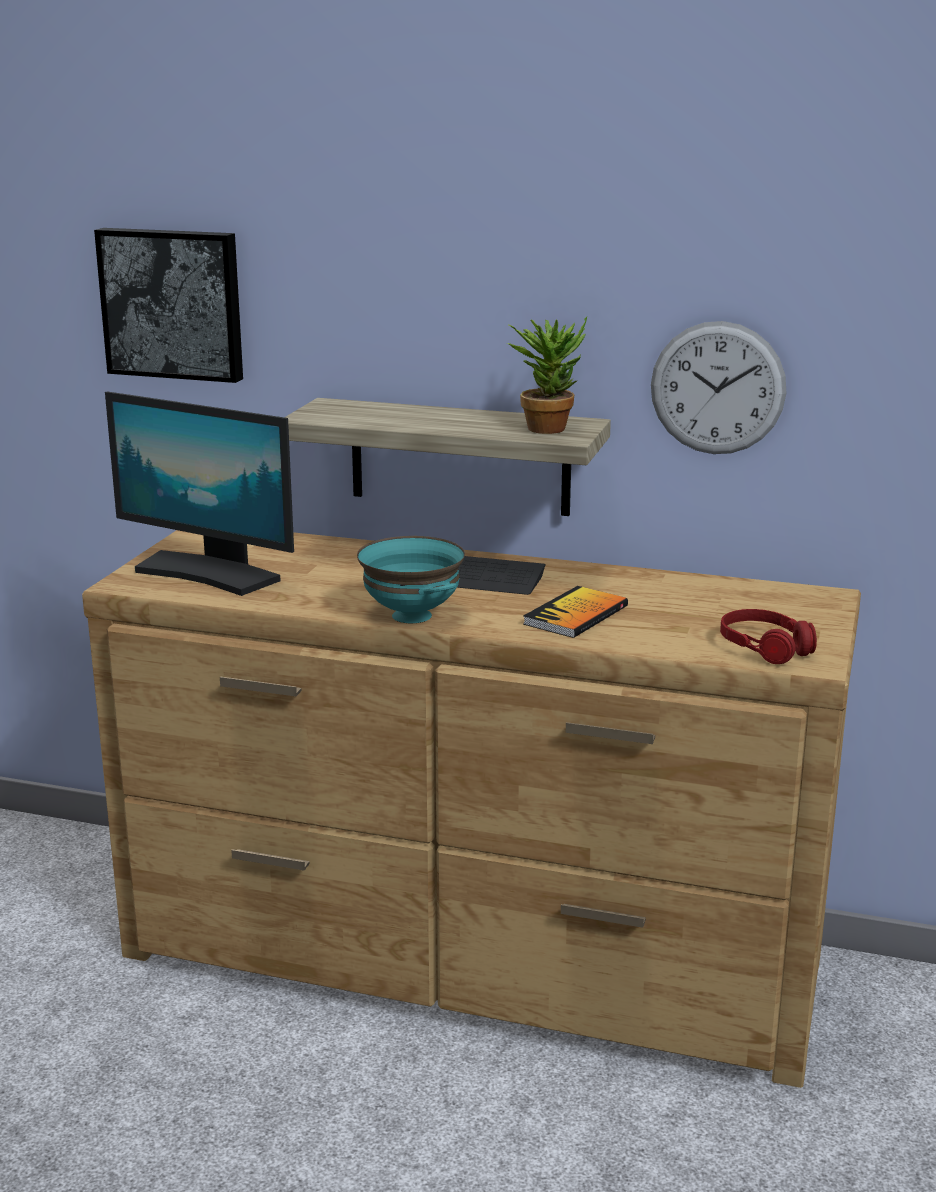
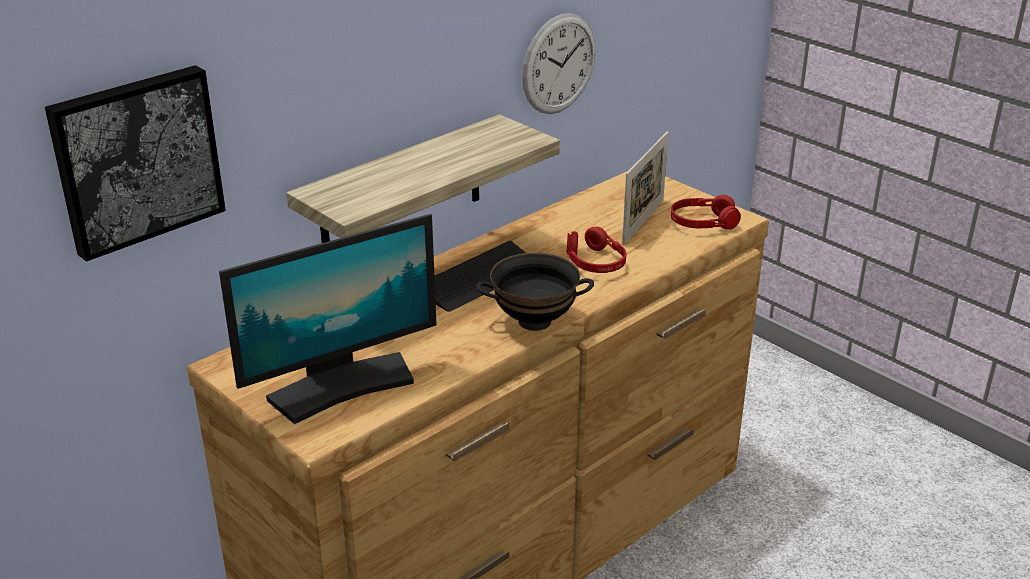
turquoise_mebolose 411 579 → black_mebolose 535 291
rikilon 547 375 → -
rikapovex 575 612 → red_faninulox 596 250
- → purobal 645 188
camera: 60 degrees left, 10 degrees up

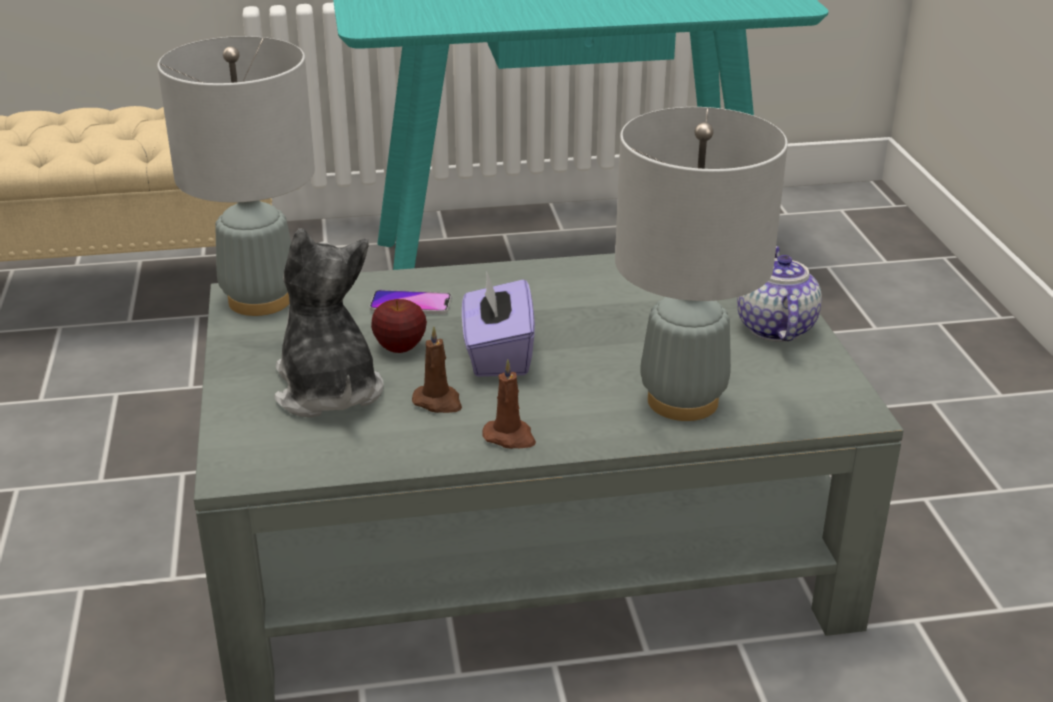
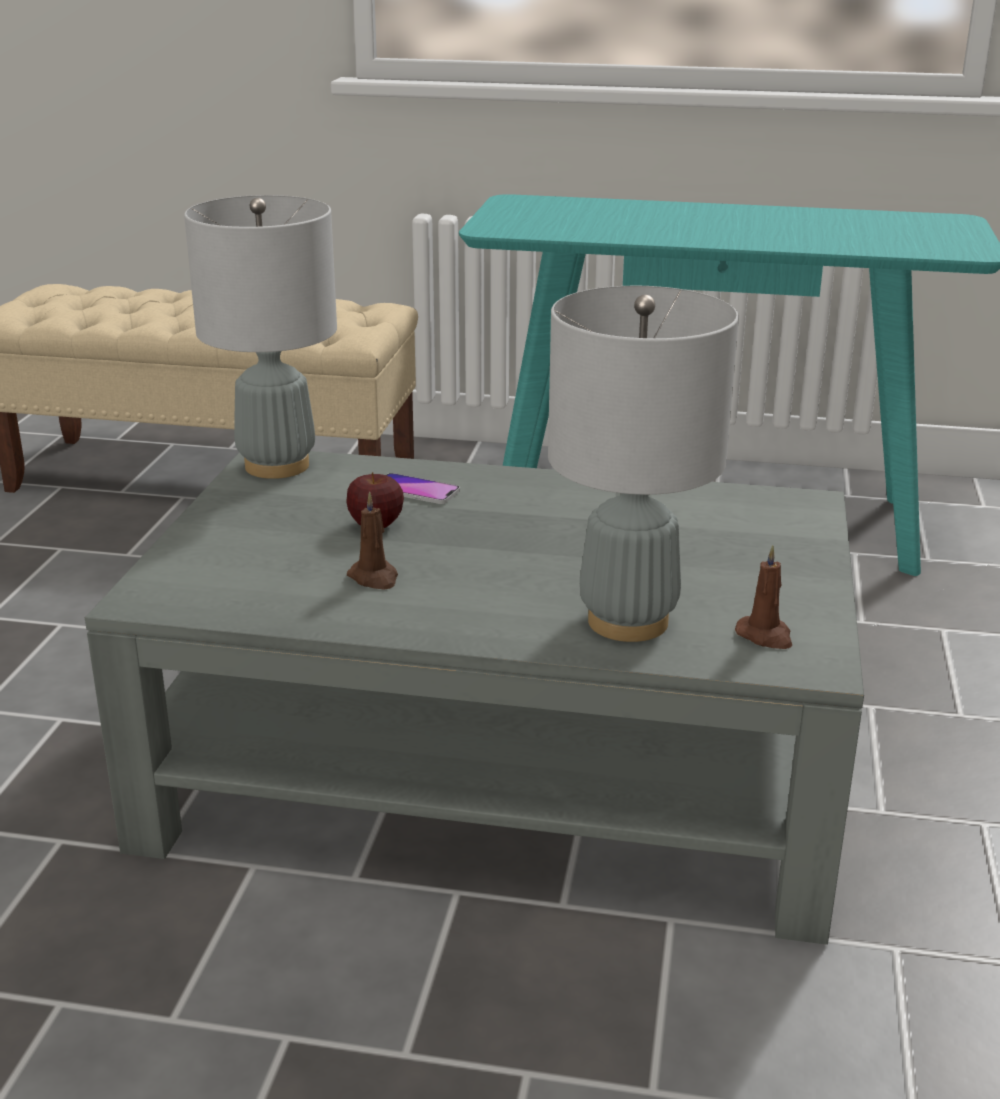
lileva 329 323 → -
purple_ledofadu 498 324 → -
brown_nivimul 509 404 → brown_nivimul 763 597, moved
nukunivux 779 294 → -
camera: 20 degrees right, 5 degrees down

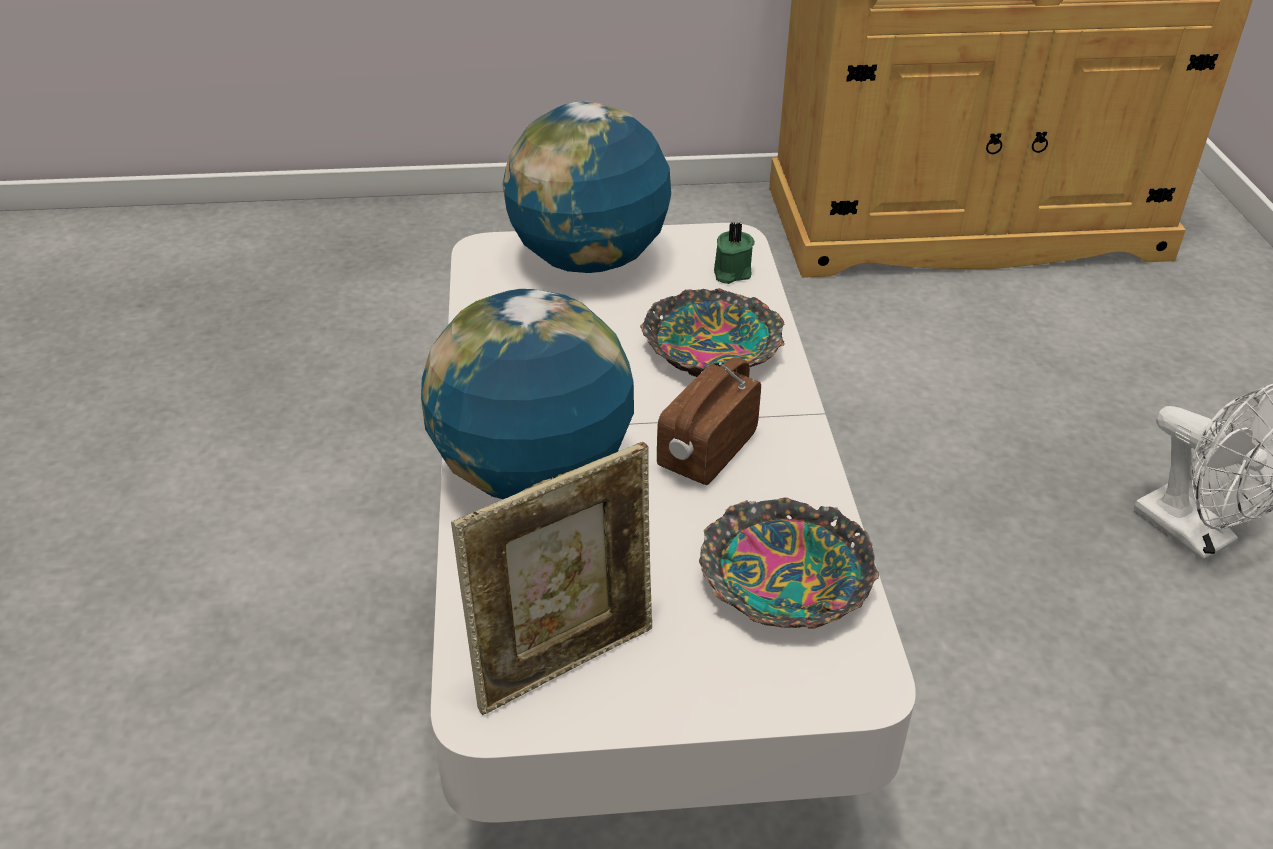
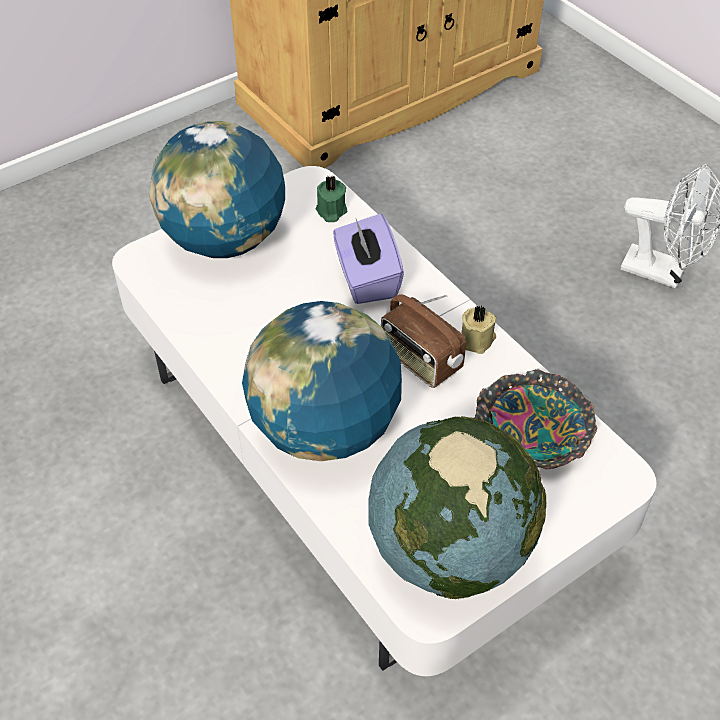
purobal 551 578 → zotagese 457 507
mebolose 712 332 → purple_ledofadu 368 259
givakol 709 421 → givakol 423 341, 45 degrees counterclockwise
- → beige_nivimul 479 330
camera: 30 degrees left, 10 degrees up

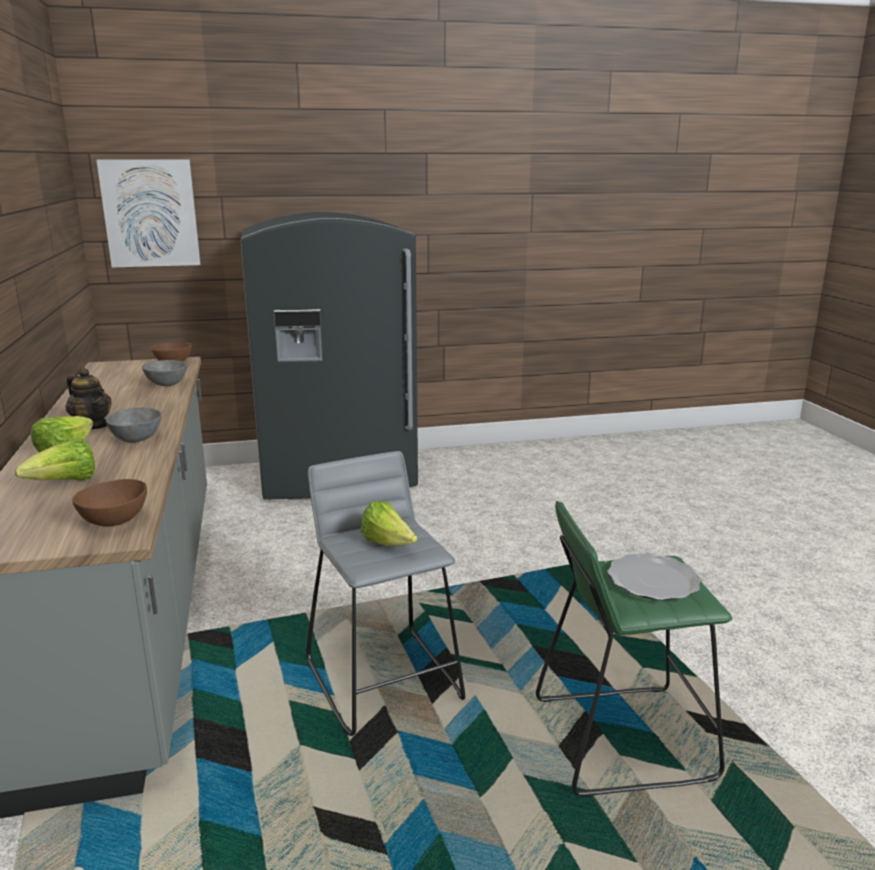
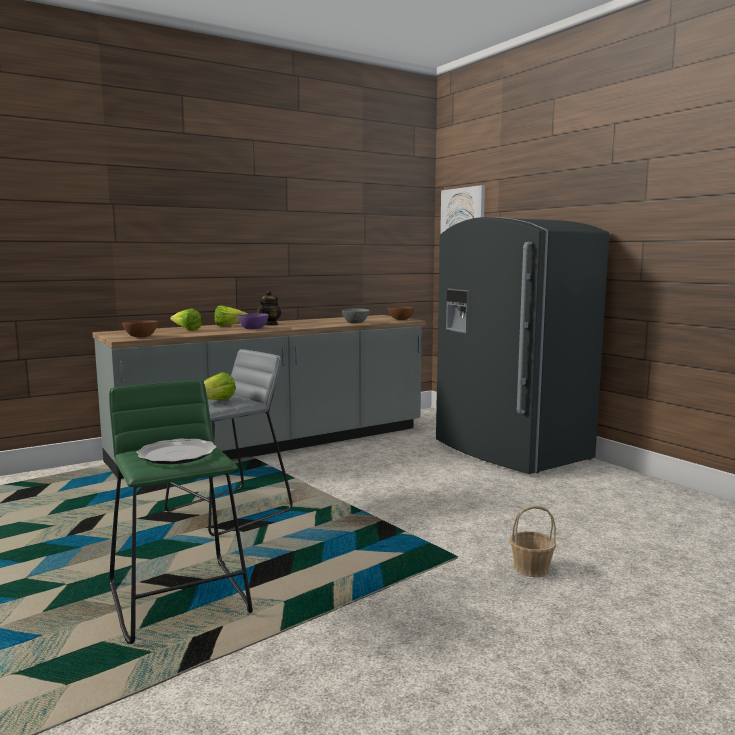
grey_mebolose 134 425 → purple_mebolose 253 321
- → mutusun 533 541
camera: 70 degrees right, 10 degrees down

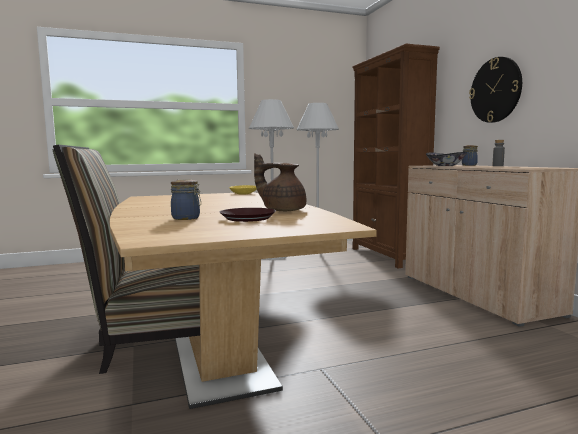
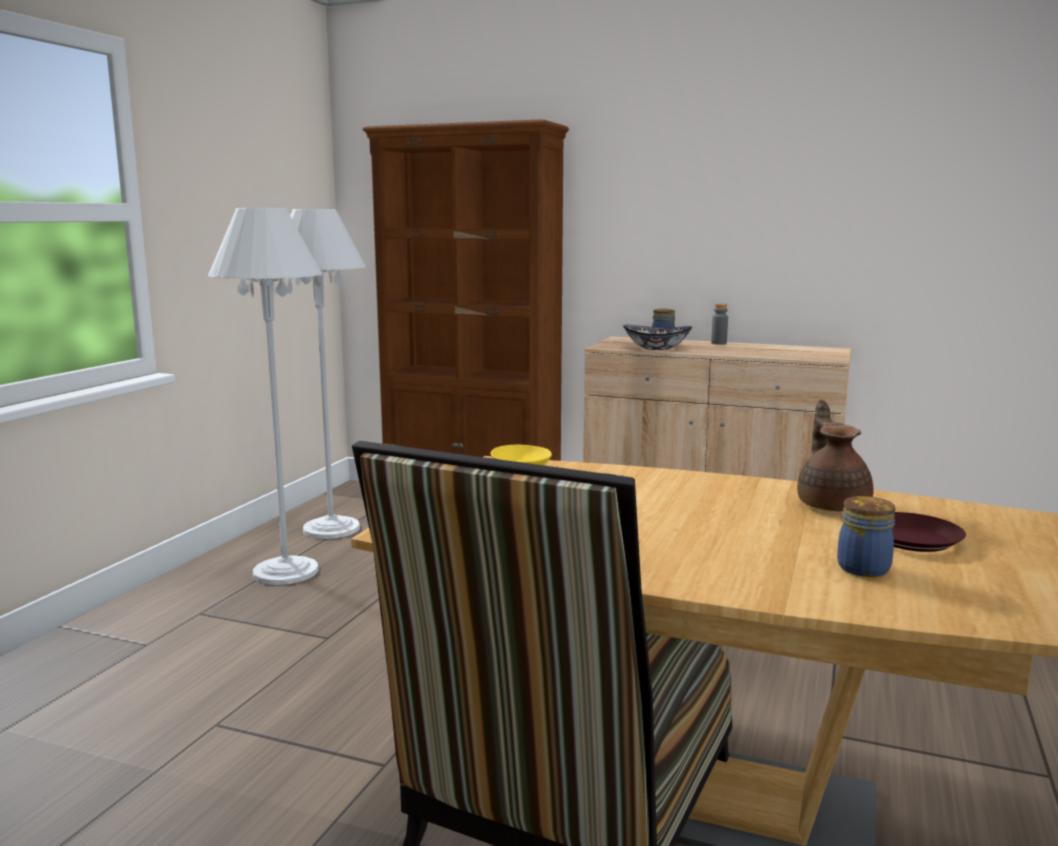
brown_nukunivux 280 182 → brown_nukunivux 835 455, 120 degrees clockwise
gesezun 495 90 → -
camera: 50 degrees left, 5 degrees up

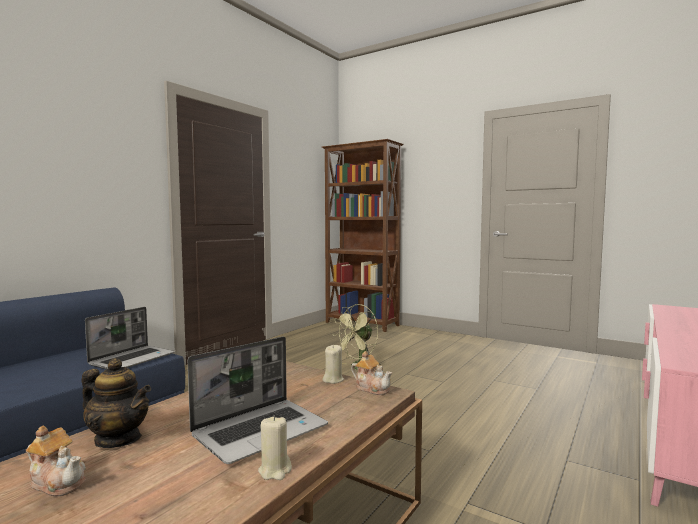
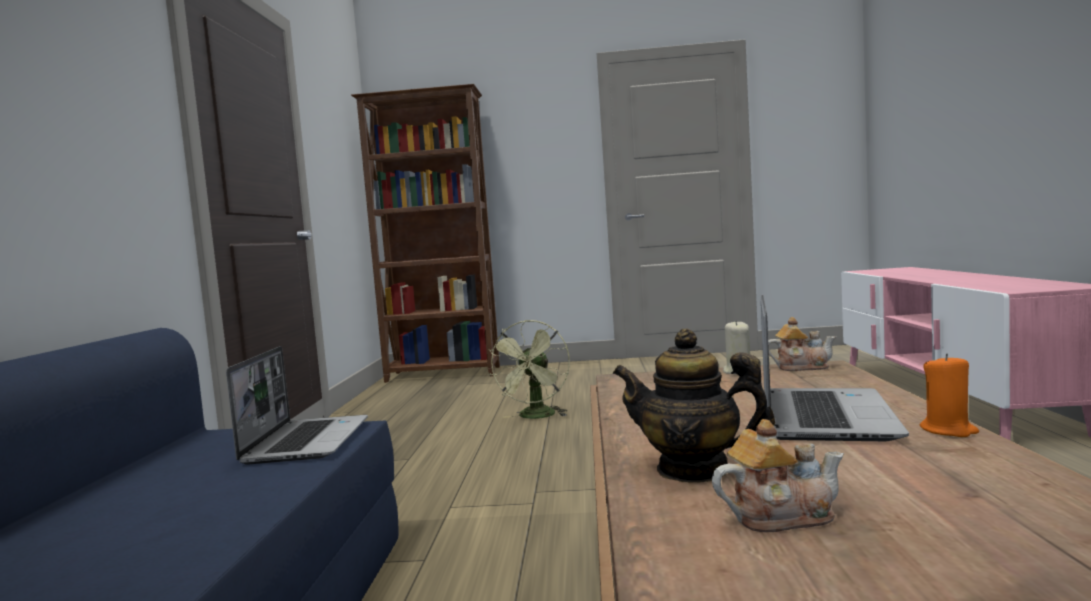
nukunivux 116 403 → nukunivux 694 406, 150 degrees counterclockwise
beige_nivimul 275 448 → orange_nivimul 949 395
camera: 30 degrees left, 0 degrees up

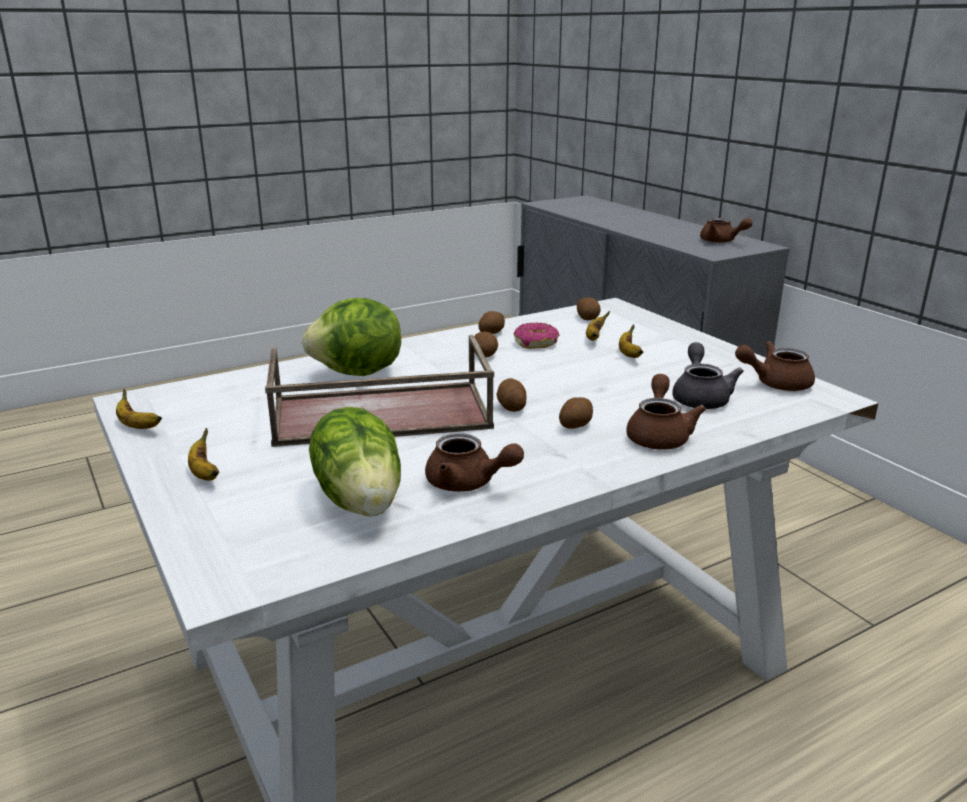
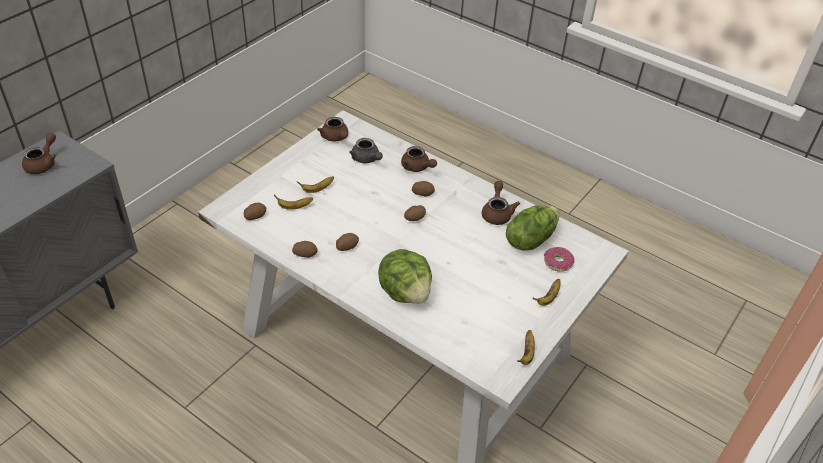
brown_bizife 379 391 → -
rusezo 536 335 → rusezo 559 259, moved
brown_nukunivux 666 412 → brown_nukunivux 419 159, 120 degrees counterclockwise
grey_nukunivux 708 375 → grey_nukunivux 366 150, 105 degrees counterclockwise
camera: 115 degrees left, 20 degrees up

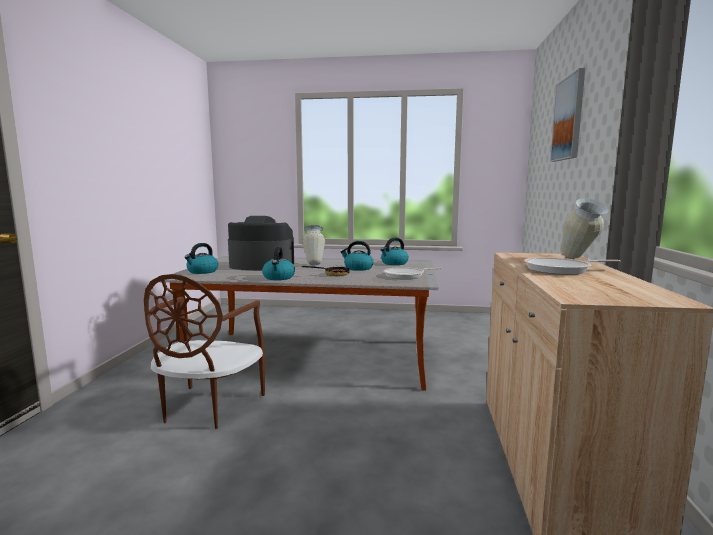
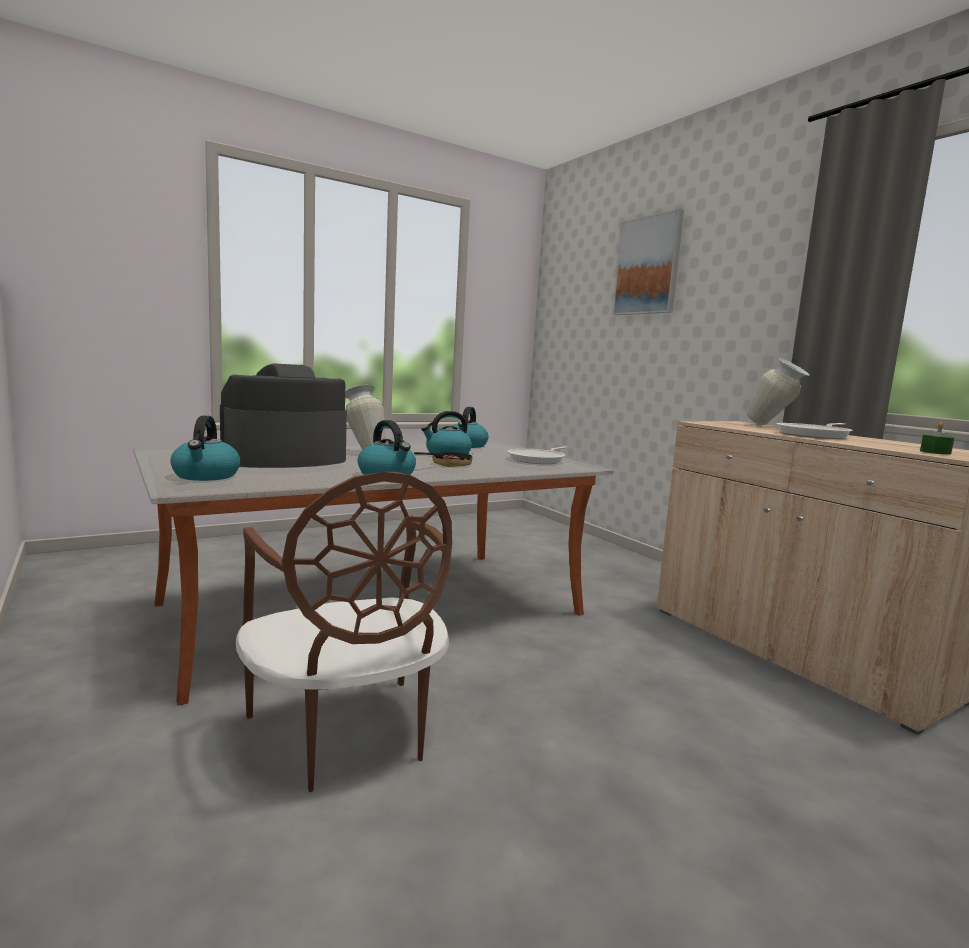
- → green_nivimul 937 438
camera: 40 degrees left, 0 degrees up

